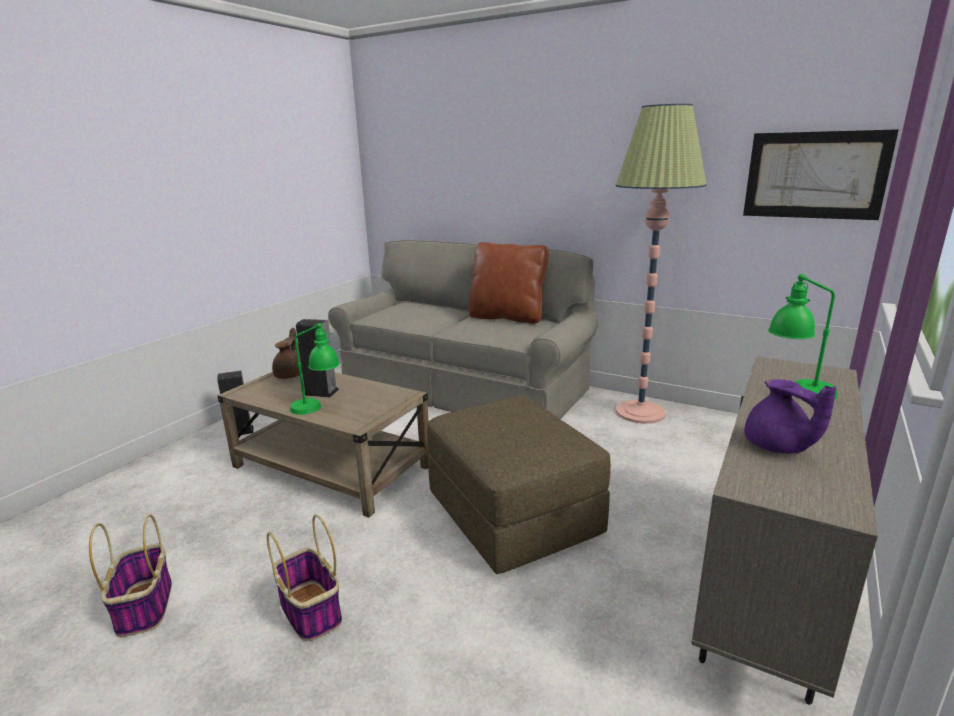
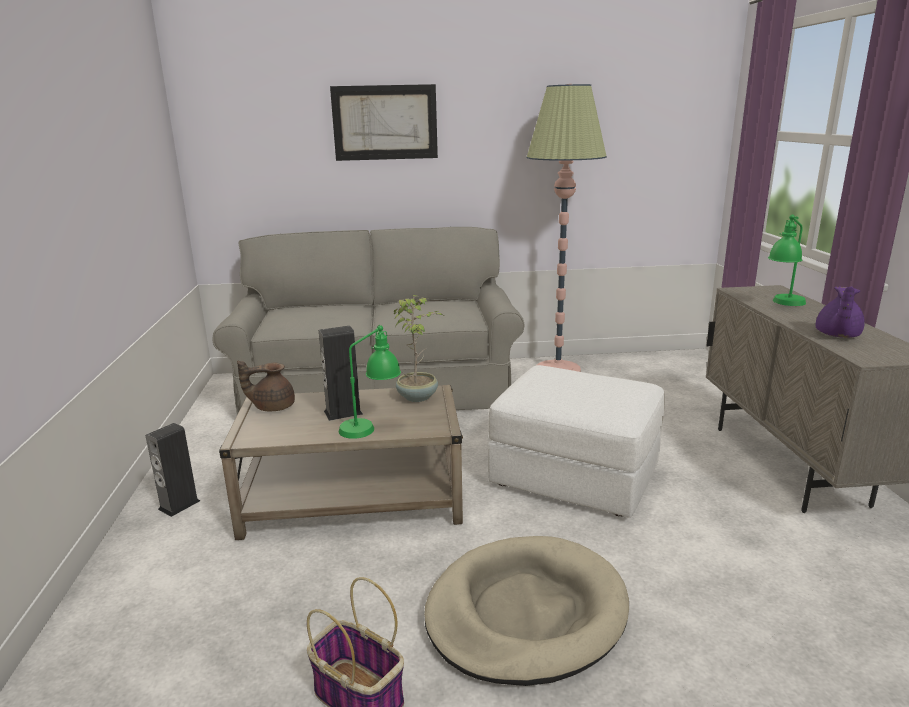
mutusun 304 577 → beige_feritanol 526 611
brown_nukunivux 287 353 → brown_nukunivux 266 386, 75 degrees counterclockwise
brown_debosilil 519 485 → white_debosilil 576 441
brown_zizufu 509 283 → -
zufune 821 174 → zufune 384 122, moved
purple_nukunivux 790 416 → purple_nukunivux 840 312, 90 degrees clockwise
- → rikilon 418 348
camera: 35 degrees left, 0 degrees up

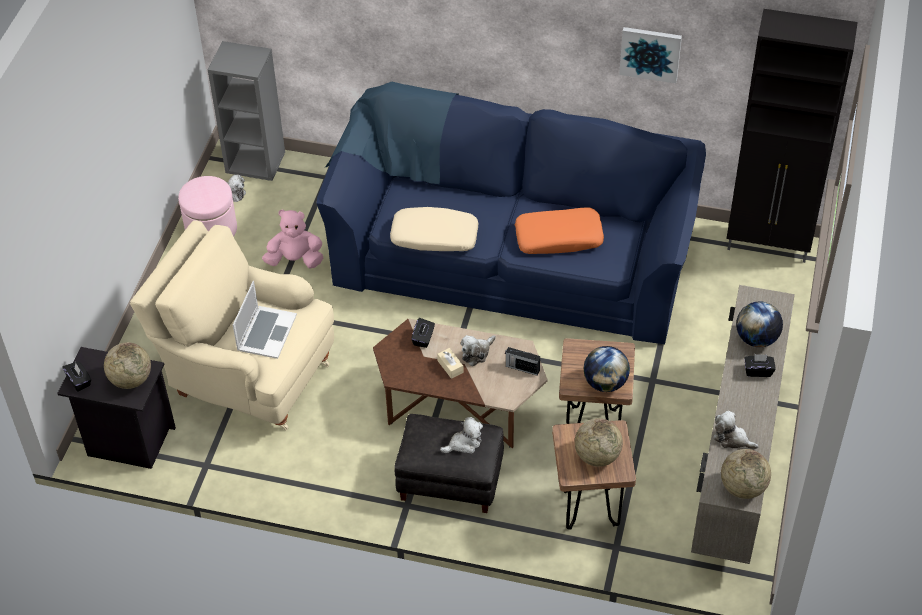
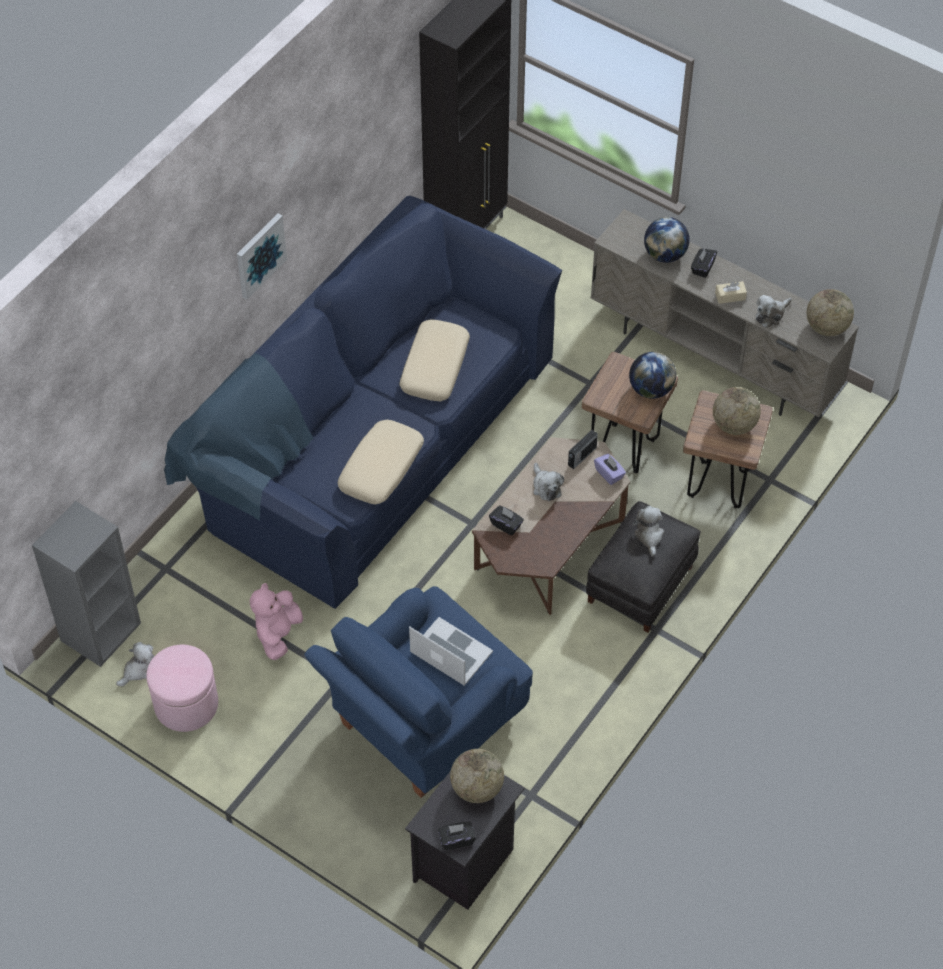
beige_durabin 232 325 → blue_durabin 418 692
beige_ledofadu 450 363 → beige_ledofadu 731 292, moved
orange_zizufu 559 230 → beige_zizufu 434 360
zufune 650 55 → zufune 262 256, moved
- → purple_ledofadu 610 469
camera: 70 degrees left, 5 degrees up

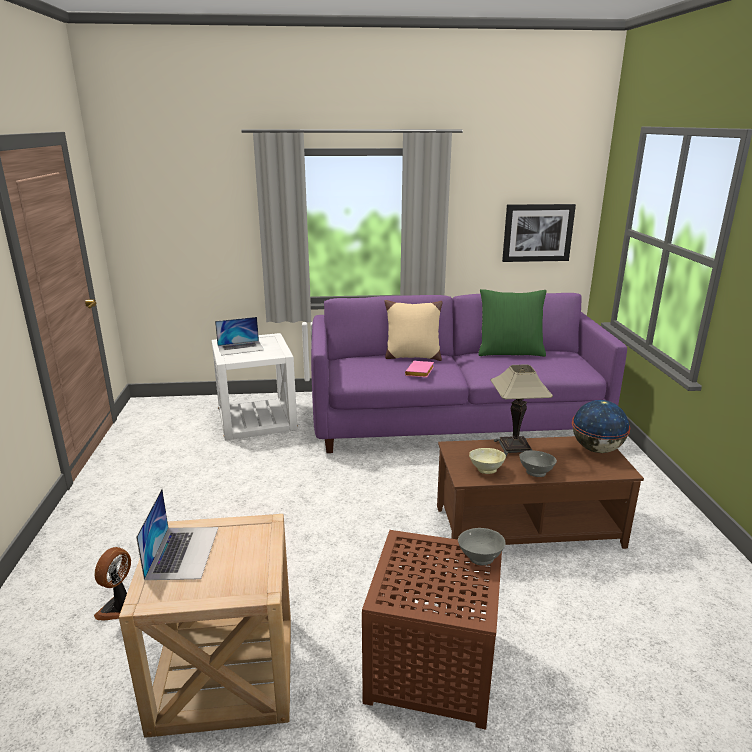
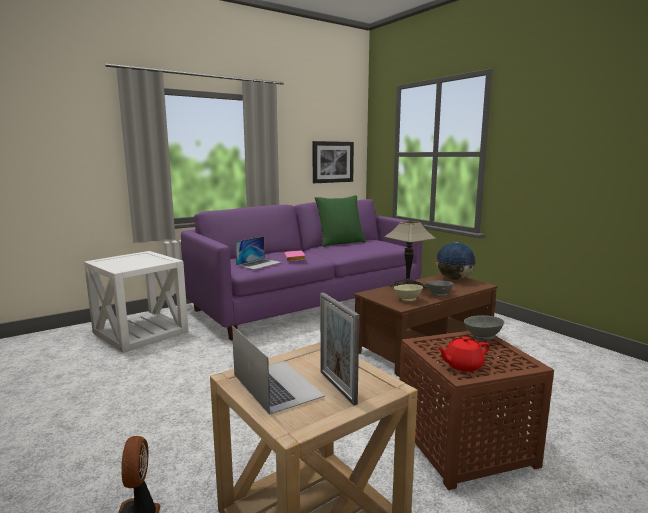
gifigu 239 336 → gifigu 258 253, moved
beige_zizufu 413 330 → -
- → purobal 339 348
- → red_nukunivux 463 354
camera: 30 degrees left, 10 degrees down

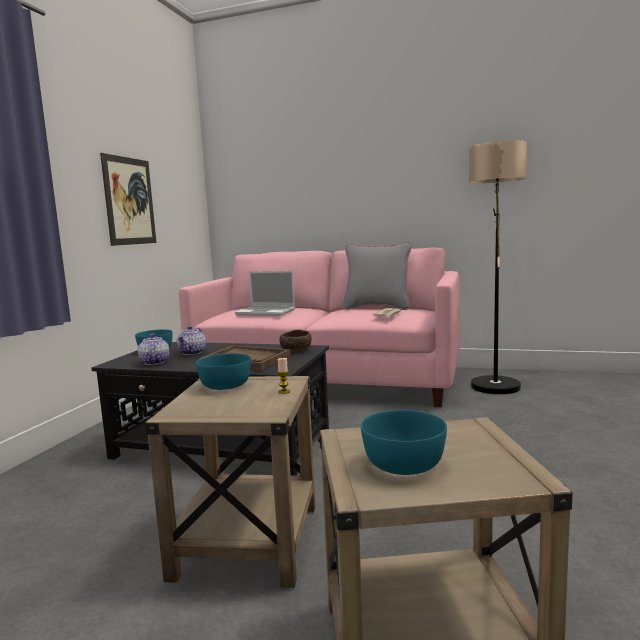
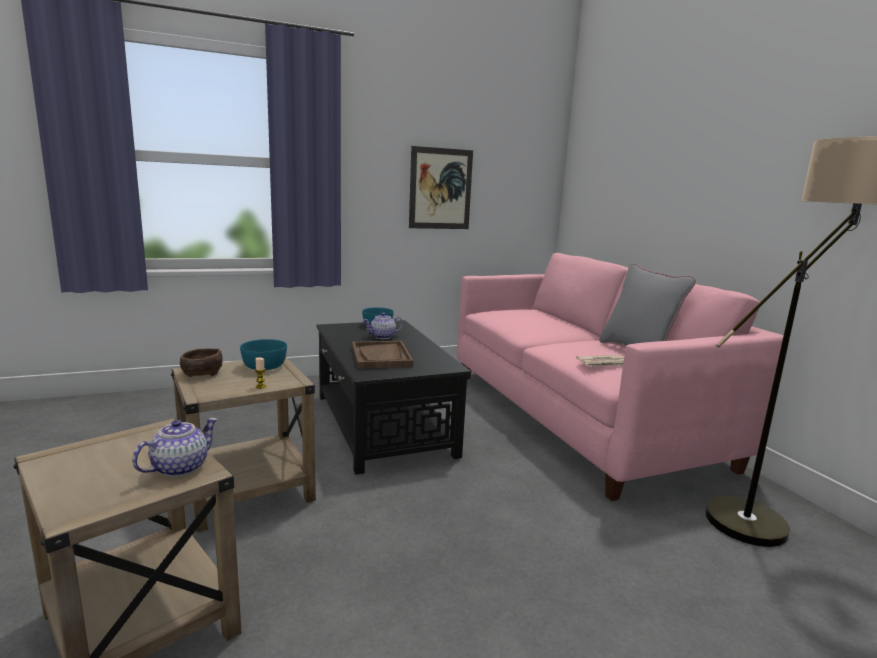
nukunivux 154 349 → nukunivux 175 447, moved
gifigu 265 293 → -
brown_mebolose 295 341 → brown_mebolose 201 362, moved
turquoise_mebolose 404 442 → -
camera: 50 degrees right, 5 degrees up

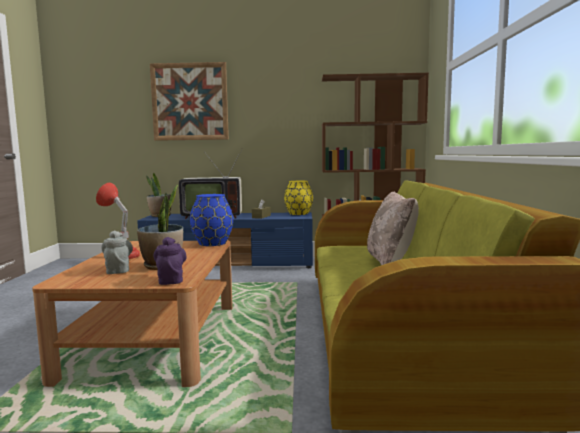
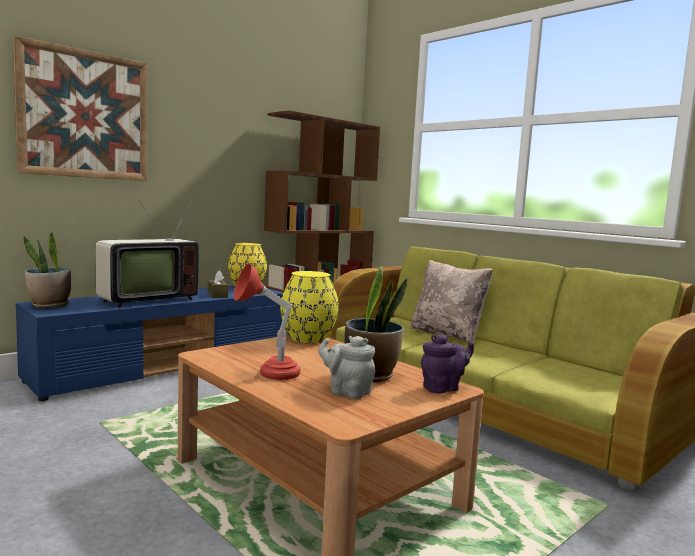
purple_nukunivux 170 261 → purple_nukunivux 447 363, 120 degrees clockwise
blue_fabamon 211 220 → yellow_fabamon 309 307
camera: 45 degrees left, 0 degrees up

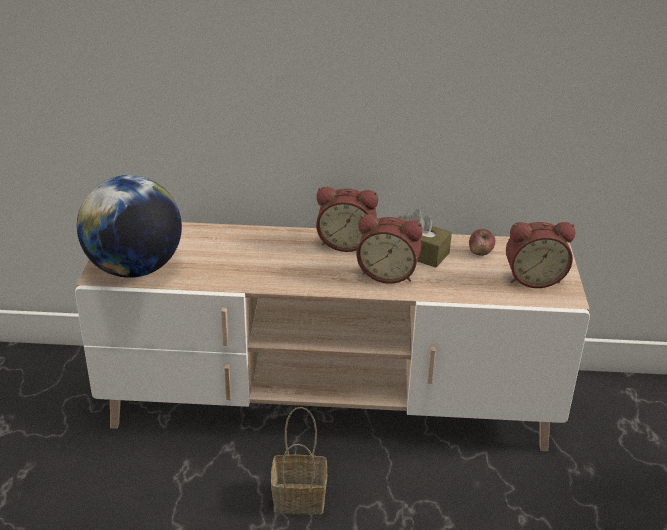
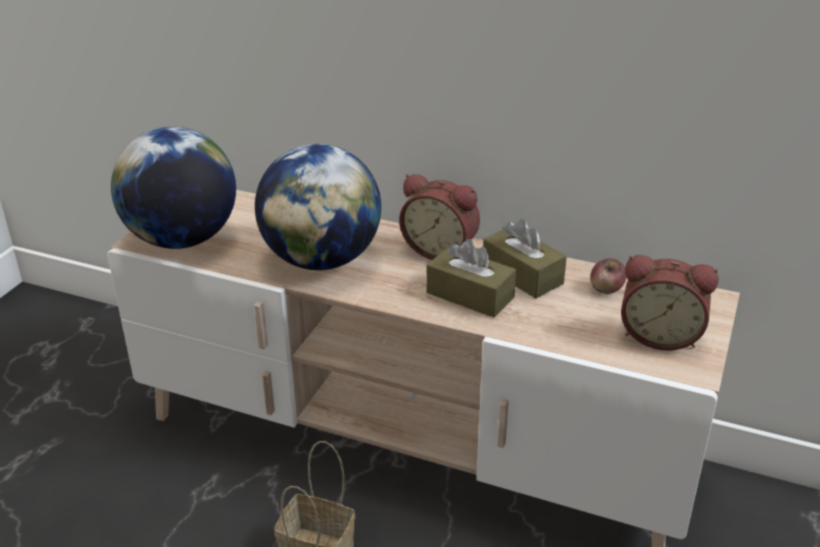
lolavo 389 248 → brown_ledofadu 471 278
- → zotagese 318 207
camera: 20 degrees right, 0 degrees up

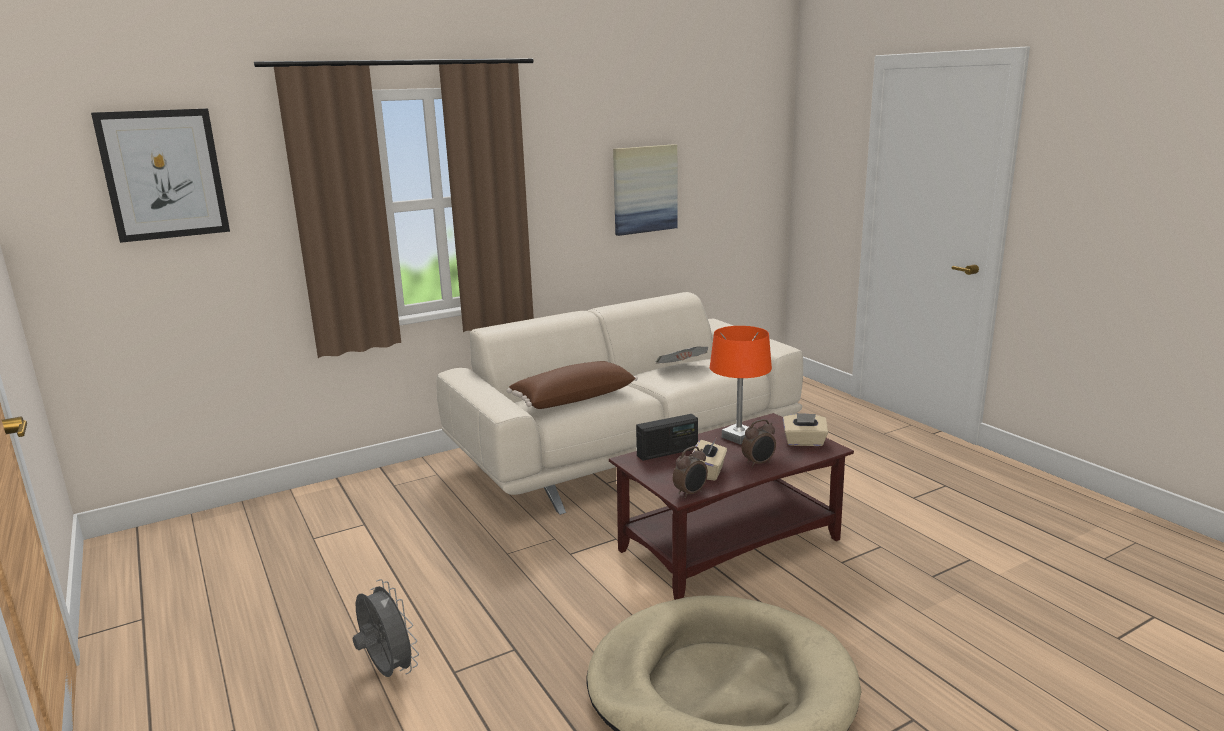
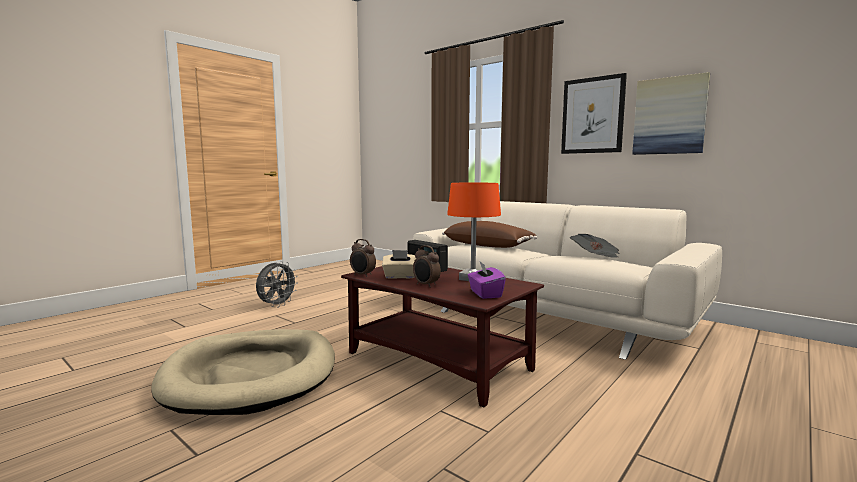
zufune 160 175 → zufune 594 113, moved
beige_ledofadu 805 429 → purple_ledofadu 487 280
camera: 70 degrees right, 10 degrees down

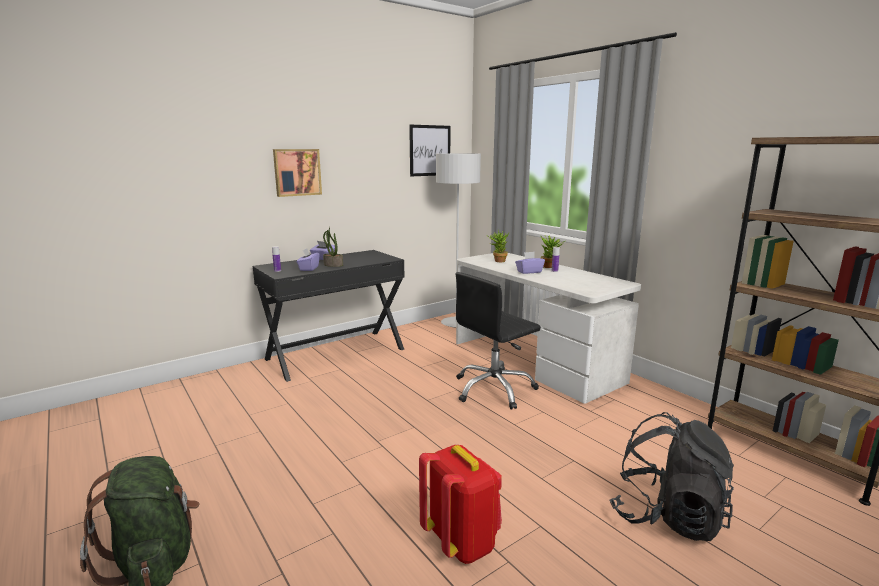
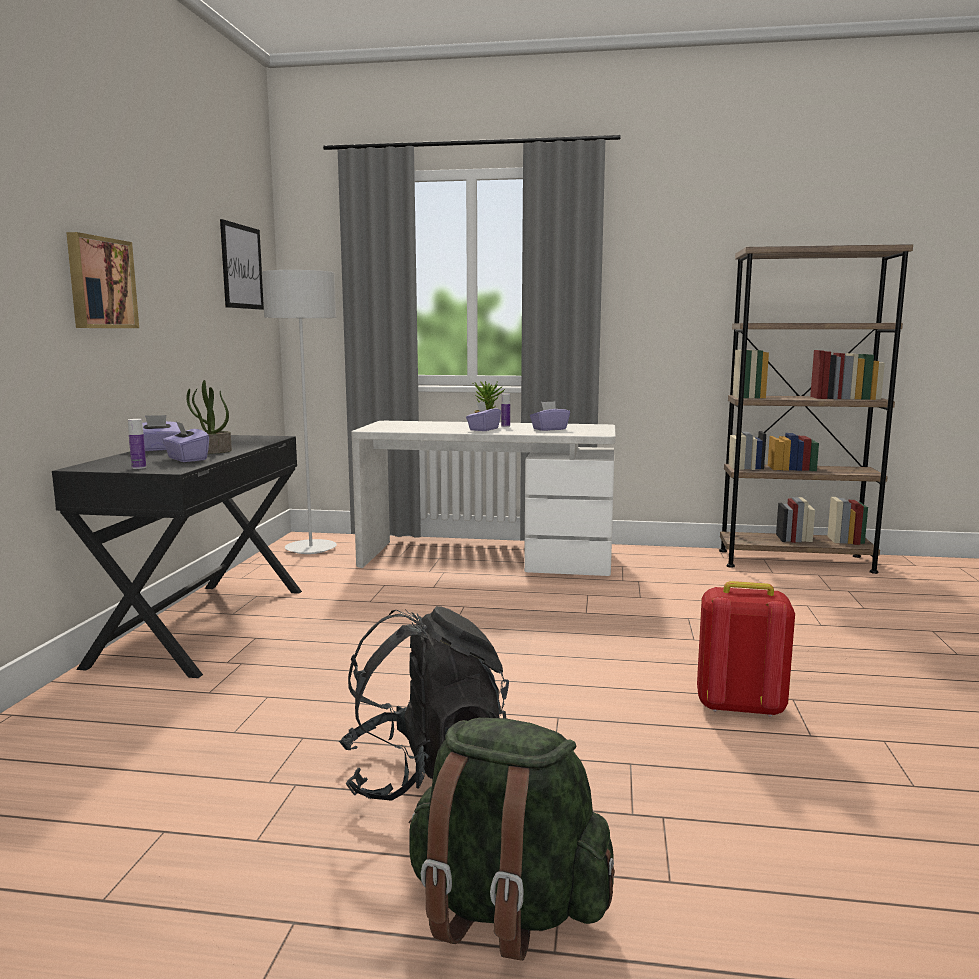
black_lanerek 498 341 → -
rikilon 498 246 → -
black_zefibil 672 476 → black_zefibil 424 703, moved
- → purple_ledofadu 550 416
camera: 45 degrees left, 5 degrees down

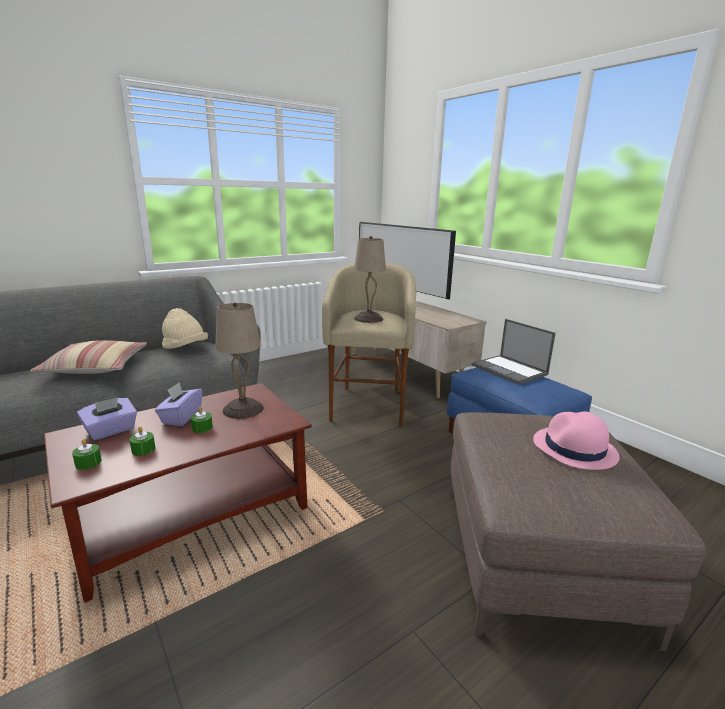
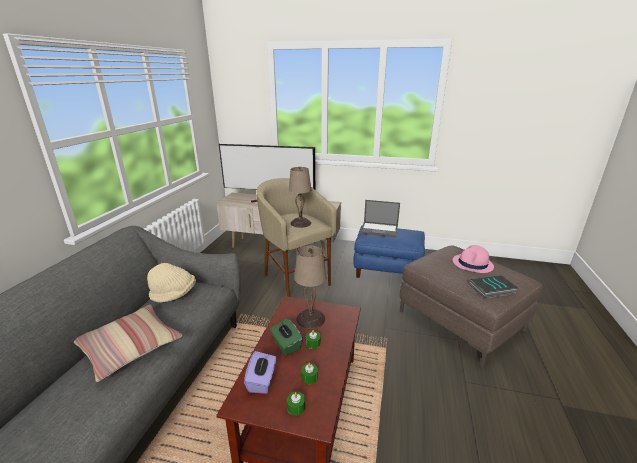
purple_ledofadu 178 404 → green_ledofadu 286 336
- → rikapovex 494 286
camera: 40 degrees left, 5 degrees up

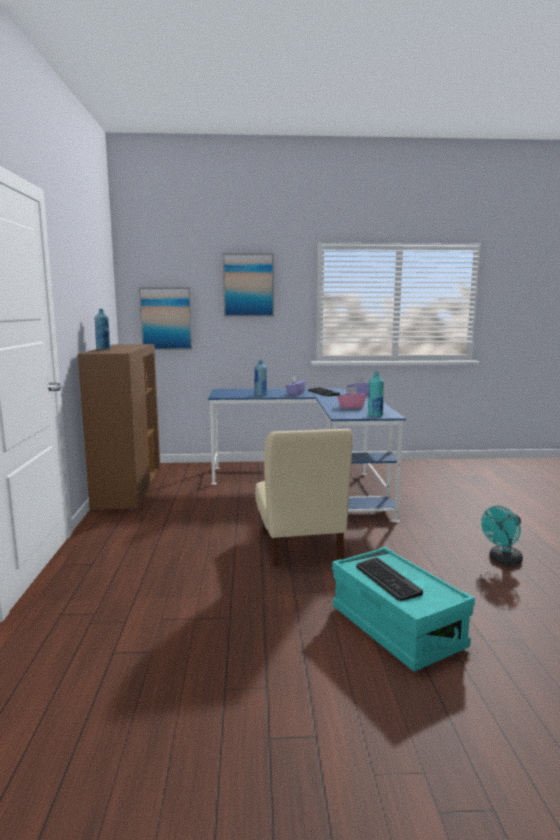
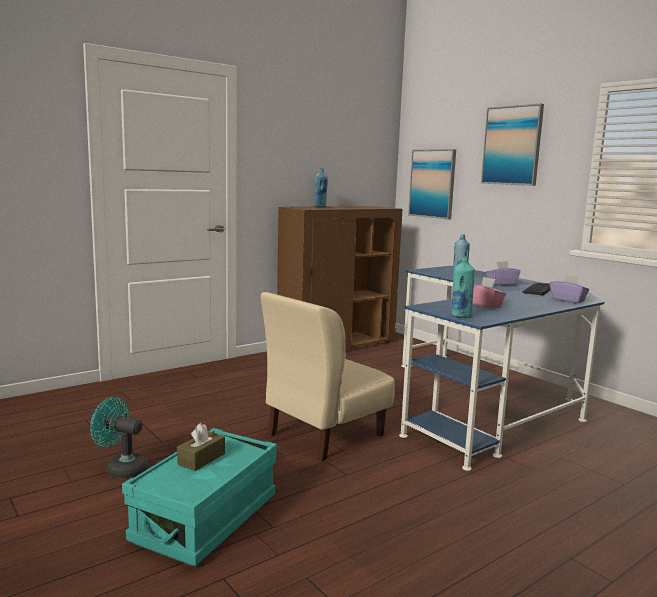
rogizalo 389 579 → brown_ledofadu 201 447
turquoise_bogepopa 502 536 → turquoise_bogepopa 119 438, moved
camera: 55 degrees right, 0 degrees up

